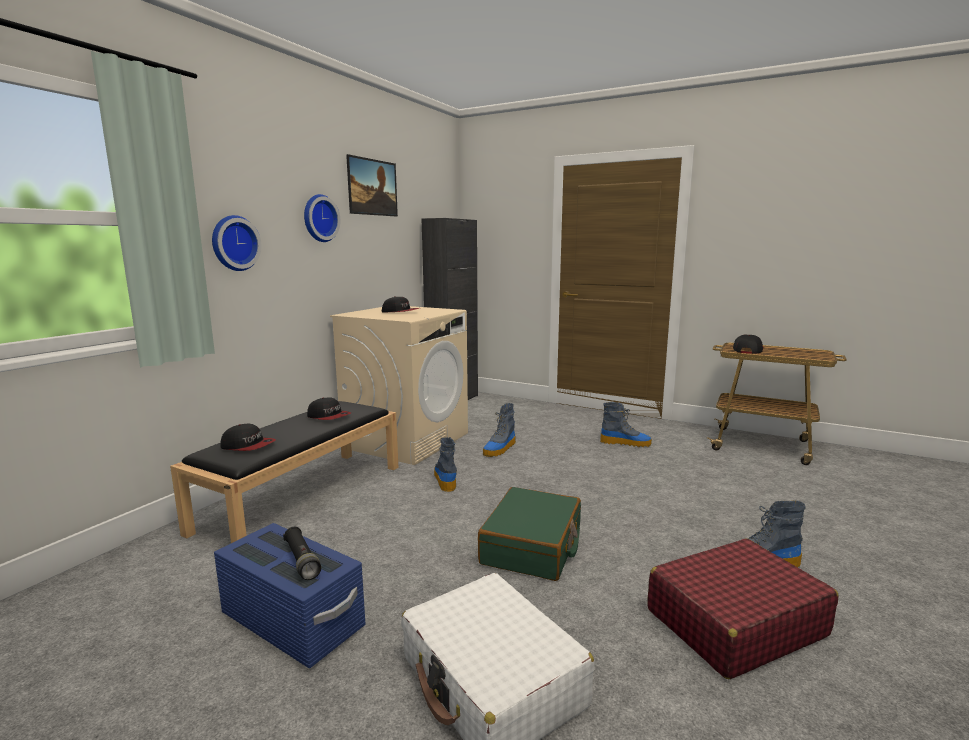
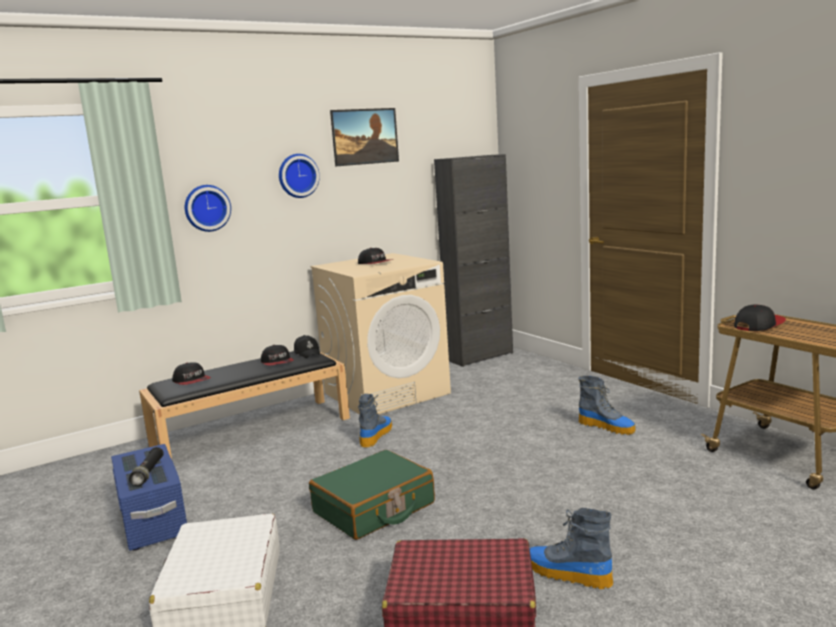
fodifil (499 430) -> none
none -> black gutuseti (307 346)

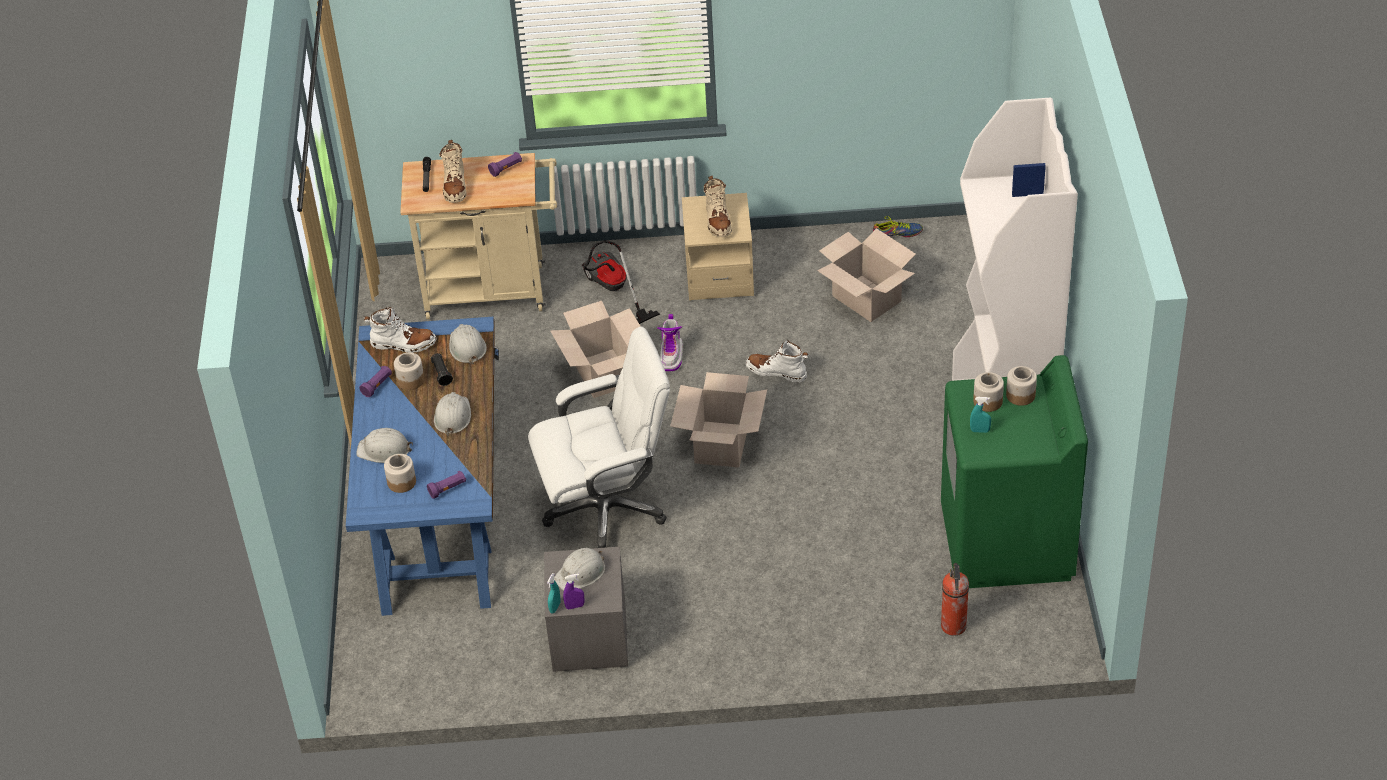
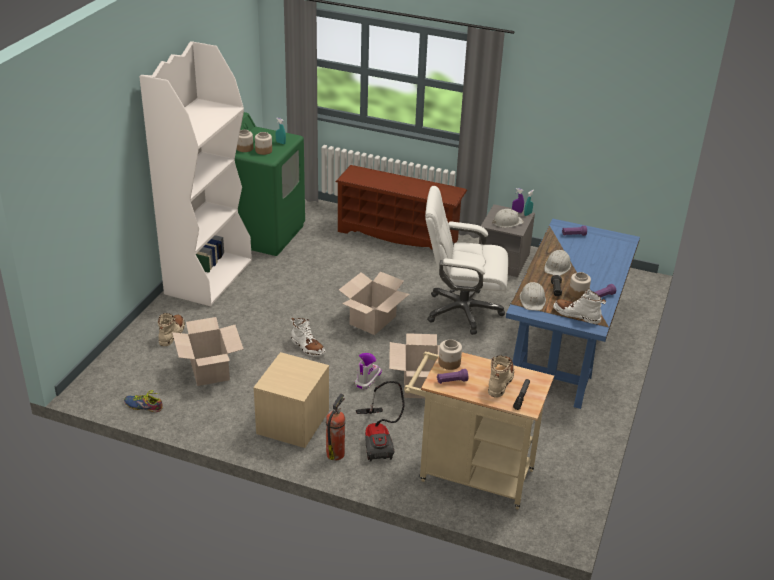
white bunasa (384 445) -> none
none -> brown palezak (401 207)
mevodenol (400 473) -> mevodenol (450 354), moved
beige fodifil (718 206) -> beige fodifil (171 329), moved
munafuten (955 599) -> munafuten (335 427), moved

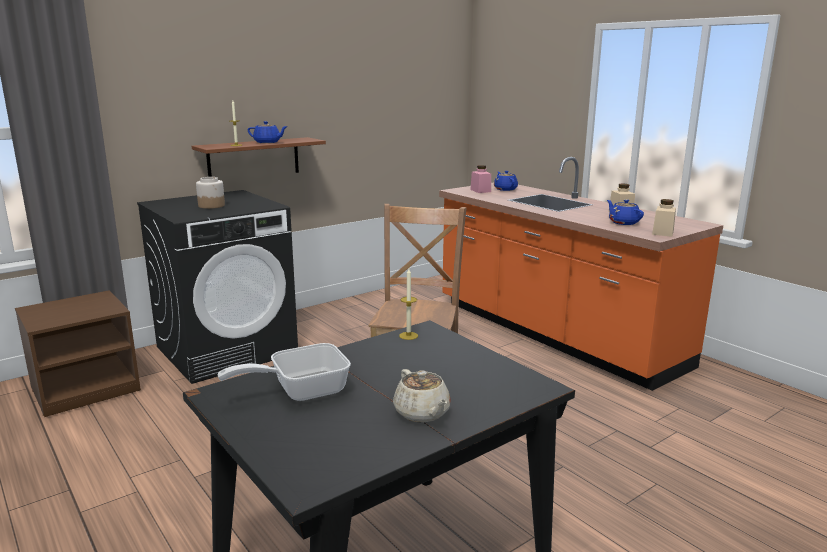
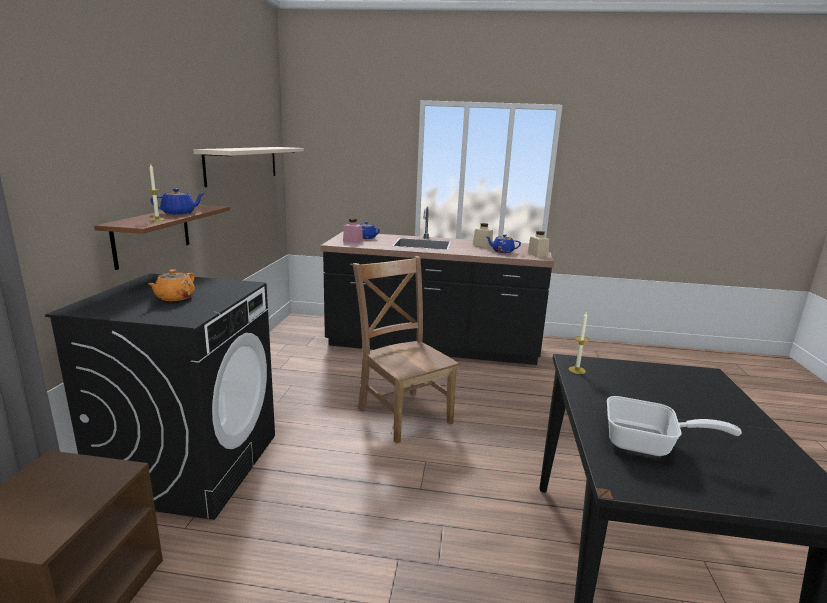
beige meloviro (422 396) -> none
none -> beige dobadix (248 167)
mevodenol (210 193) -> orange meloviro (171 285)
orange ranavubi (581 274) -> black ranavubi (437 285)
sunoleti (284 372) -> sunoleti (674 426), 90 degrees counterclockwise

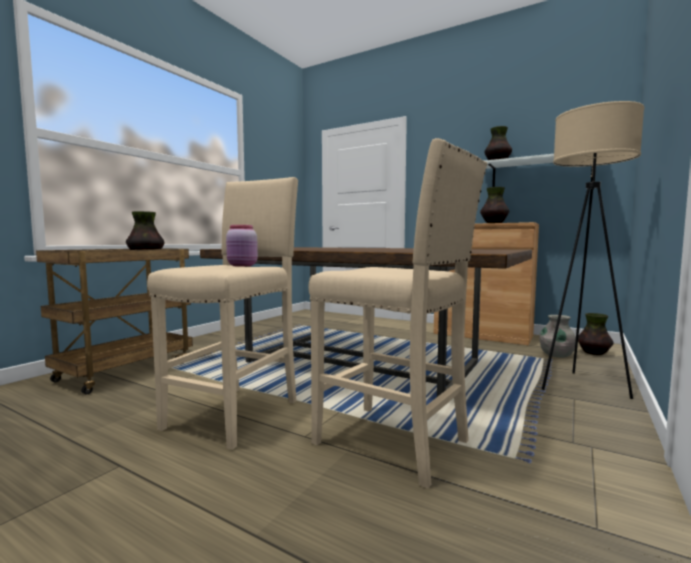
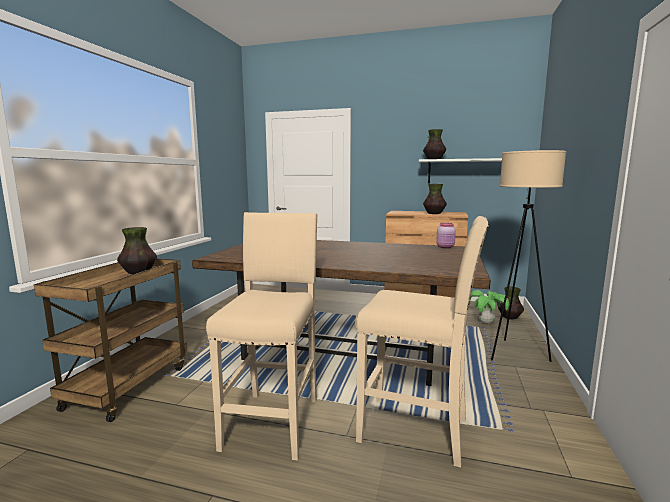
pink mevodenol (242 245) -> pink mevodenol (446 235), moved
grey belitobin (558 336) -> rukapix (489 307)

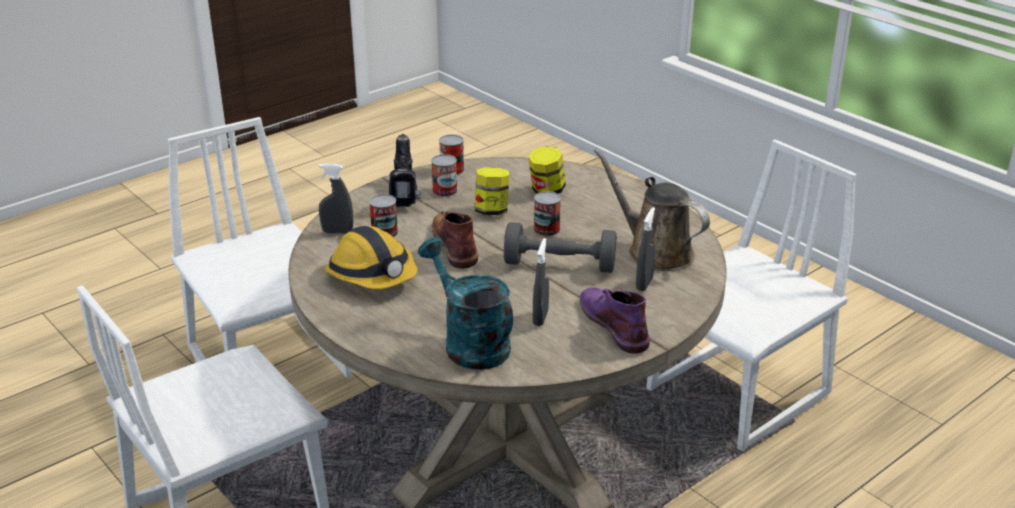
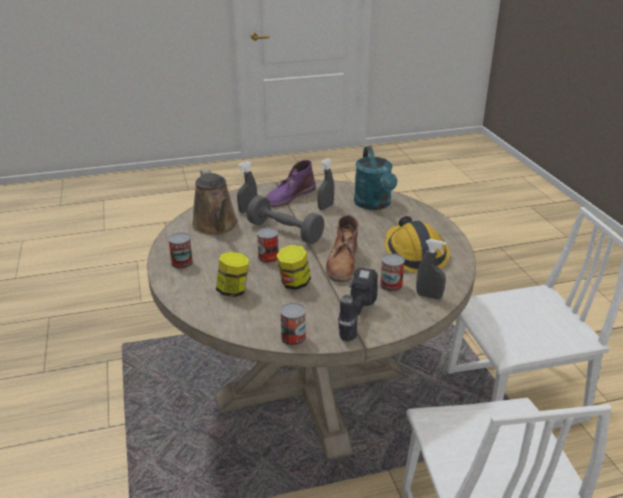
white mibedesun (751 295) -> none
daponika (444 175) -> daponika (180 251), moved
purple fodifil (615 320) -> purple fodifil (291 183), 45 degrees clockwise

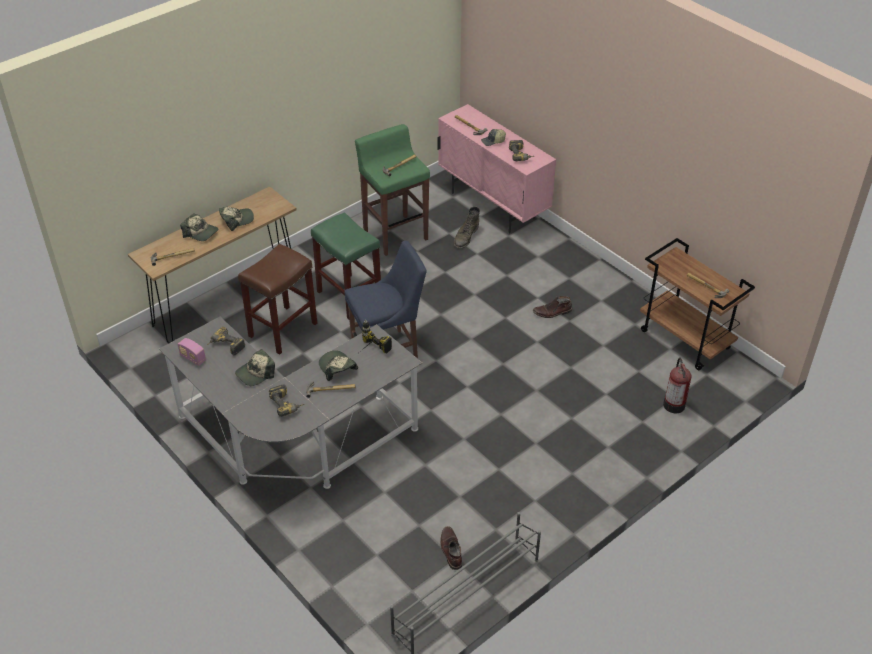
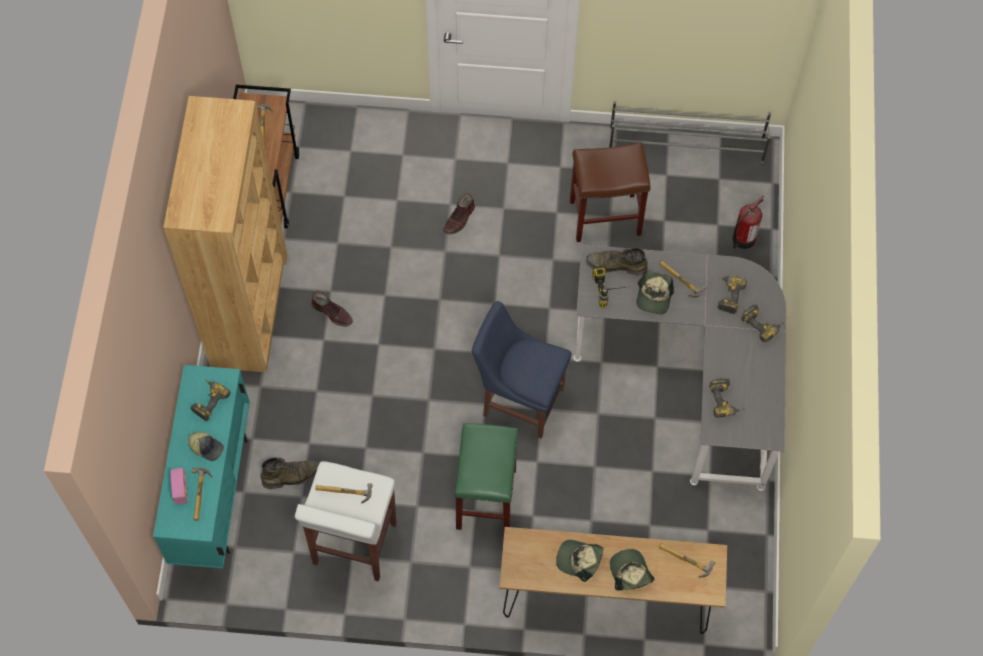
gutuseti (255 367) -> none
none -> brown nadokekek (225 234)
none -> green fodifil (617 261)
none -> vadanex (762 323)
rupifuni (192 352) -> rupifuni (179 486), moved
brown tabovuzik (277 299) -> brown tabovuzik (610 192), moved
brown fodifil (451 548) -> brown fodifil (459 214), moved
munafuten (677 385) -> munafuten (748 222), moved
green tabovuzik (392 190) -> white tabovuzik (346 521)
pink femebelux (497 168) -> turquoise femebelux (201 467)

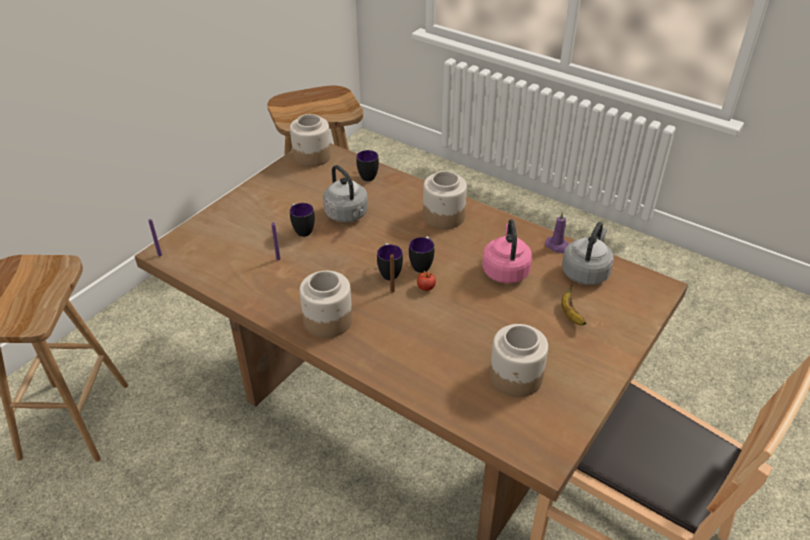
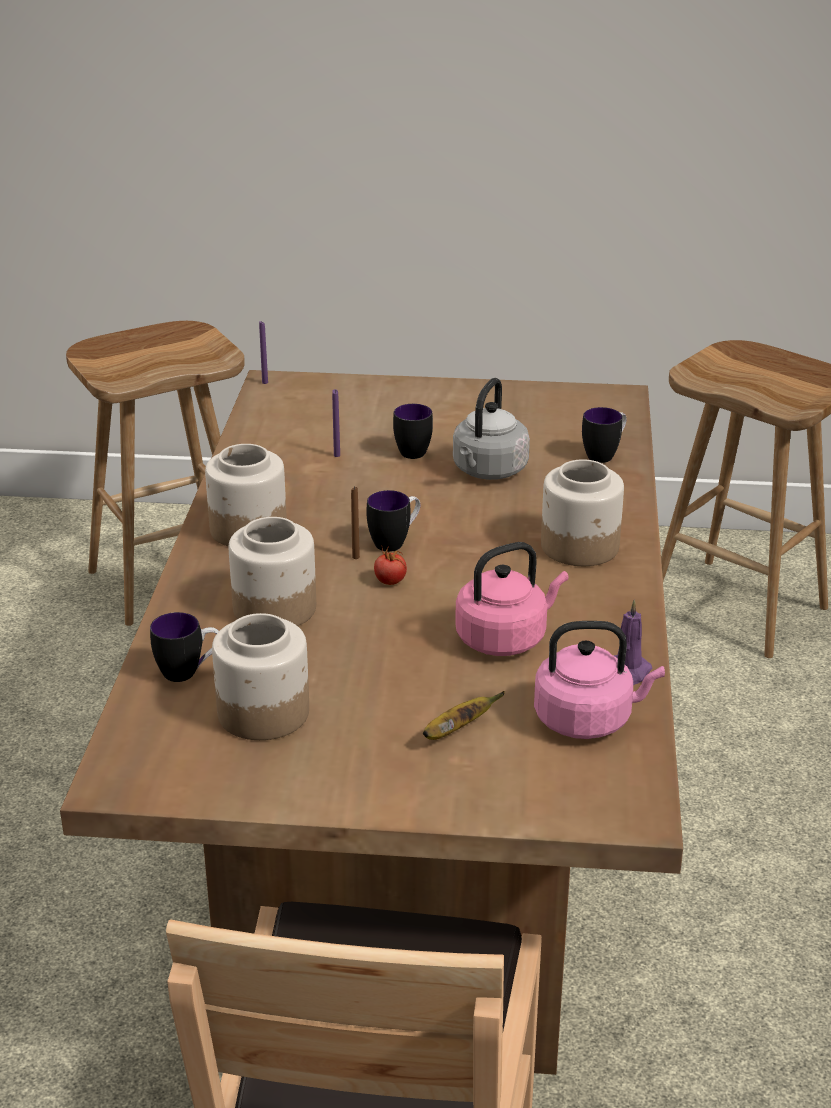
mevodenol (310 140) -> mevodenol (272 571), moved
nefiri (421 255) -> nefiri (184 647), moved
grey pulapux (588 253) -> pink pulapux (599 680)

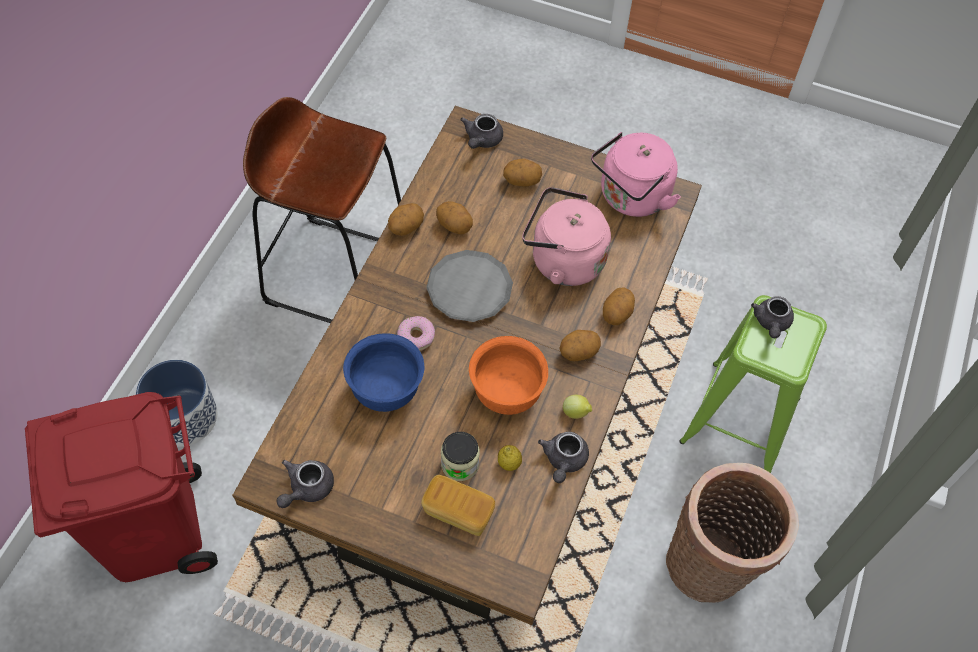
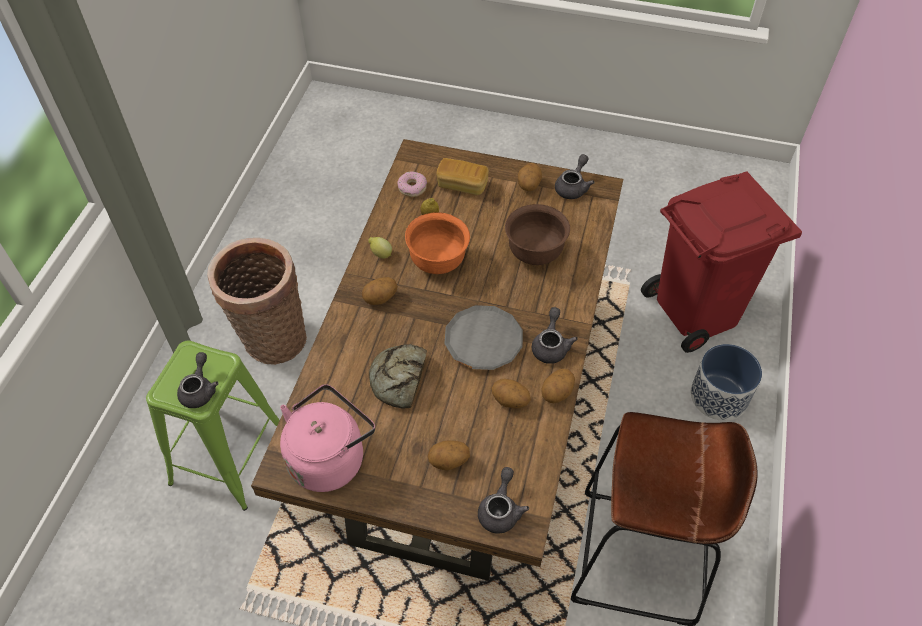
mevodenol (460 456) -> none
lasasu (416 333) -> lasasu (412 184), moved
grey meloviro (563 457) -> grey meloviro (555 335), moved
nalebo (619 306) -> nalebo (530 177), moved
pink pulapux (566 236) -> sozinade (398 376)
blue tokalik (383 372) -> brown tokalik (537 234)

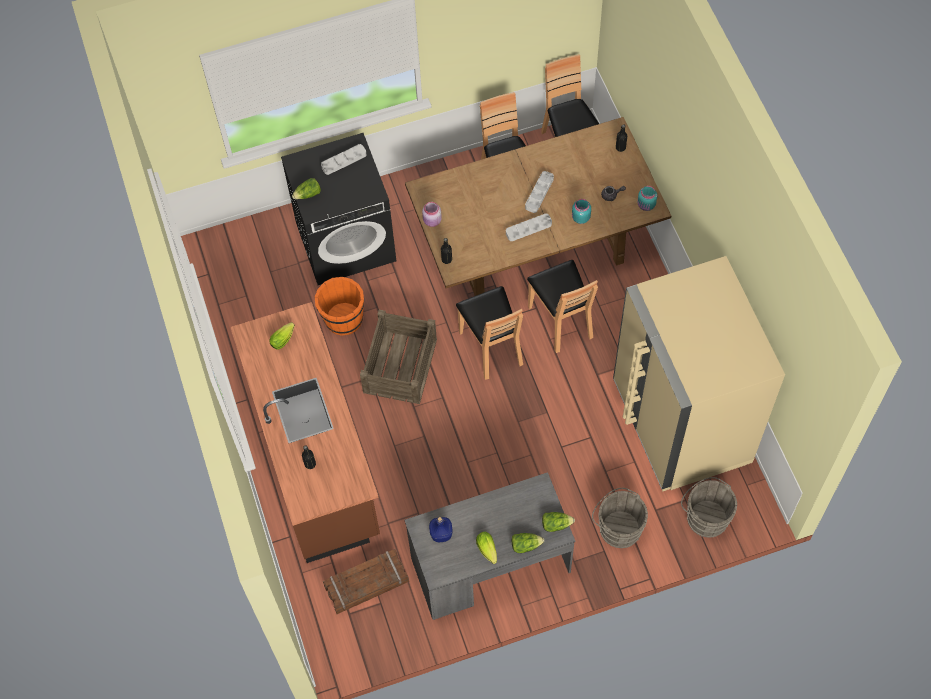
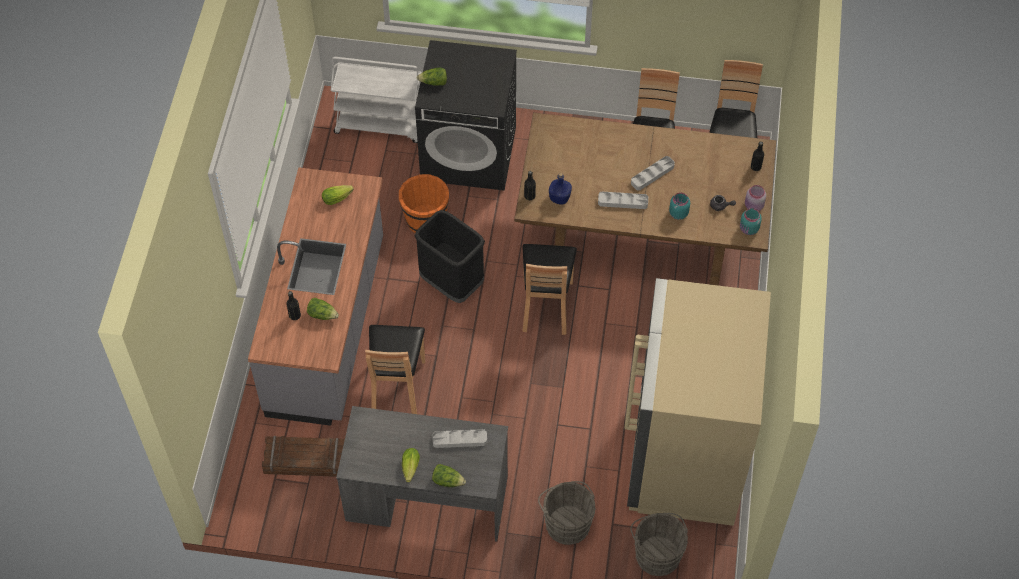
none -> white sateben (376 100)
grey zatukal (344 159) -> grey zatukal (460 438), moved
pink mevodenol (432 214) -> pink mevodenol (755 198), moved
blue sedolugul (440 529) -> blue sedolugul (560 189), moved
brown mibedesun (562 306) -> brown mibedesun (395 369), moved
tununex (558 522) -> tununex (323 309), moved
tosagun (398 357) -> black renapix (449 256)
brown ranavubi (305 432) -> grey ranavubi (315 296)

